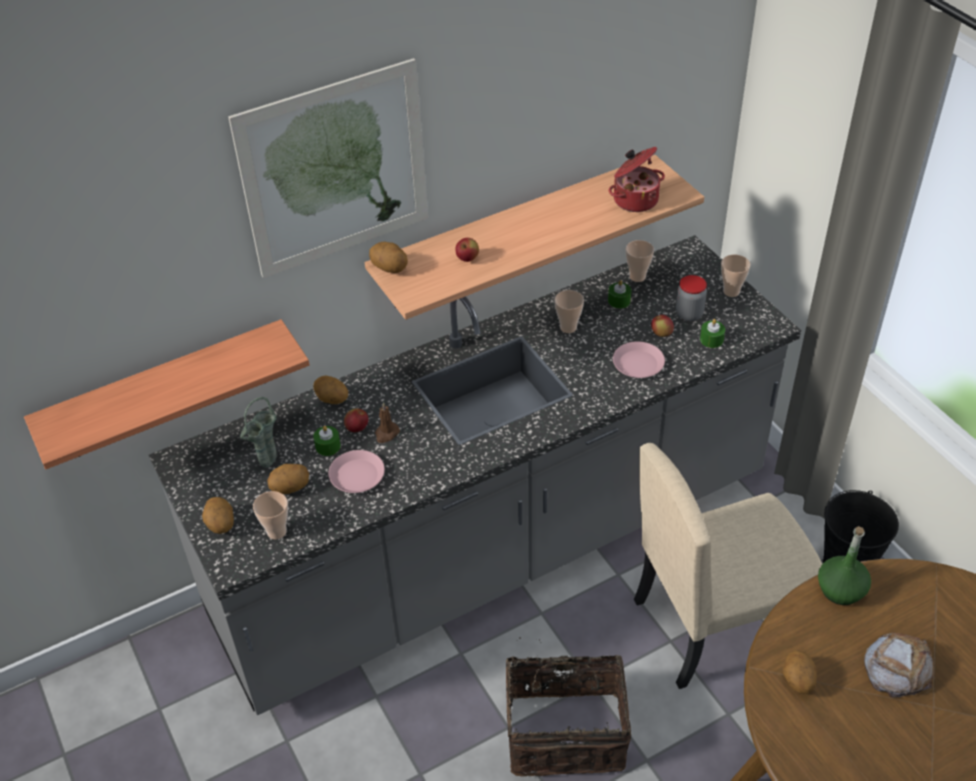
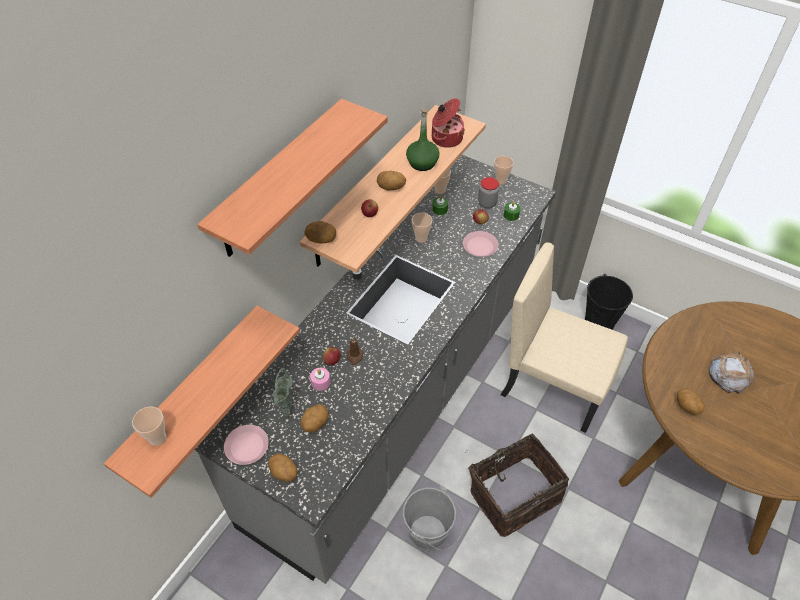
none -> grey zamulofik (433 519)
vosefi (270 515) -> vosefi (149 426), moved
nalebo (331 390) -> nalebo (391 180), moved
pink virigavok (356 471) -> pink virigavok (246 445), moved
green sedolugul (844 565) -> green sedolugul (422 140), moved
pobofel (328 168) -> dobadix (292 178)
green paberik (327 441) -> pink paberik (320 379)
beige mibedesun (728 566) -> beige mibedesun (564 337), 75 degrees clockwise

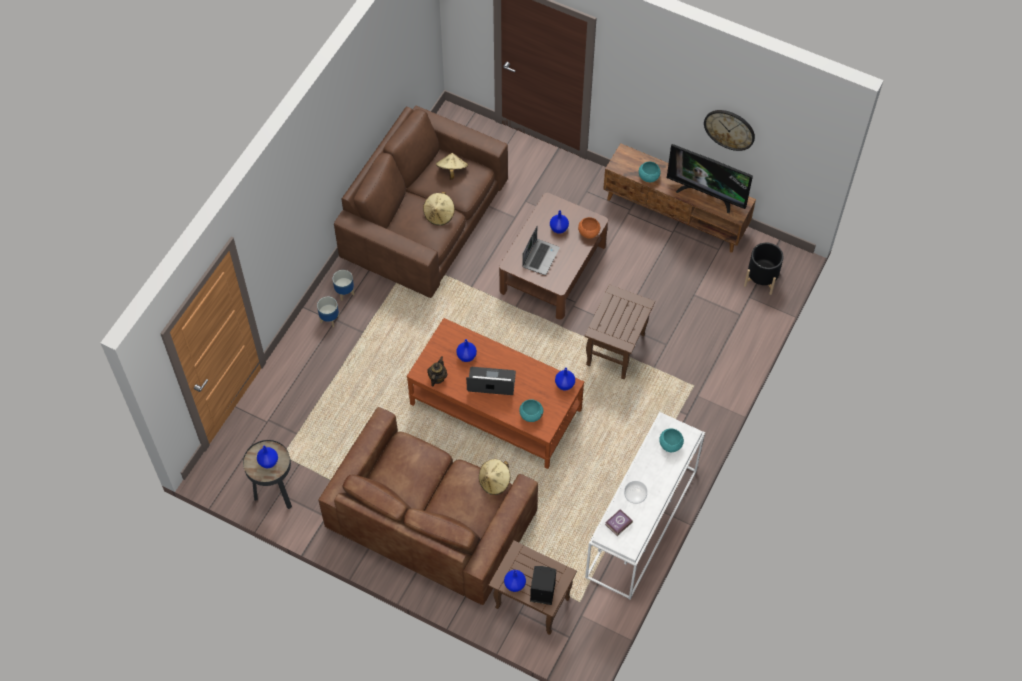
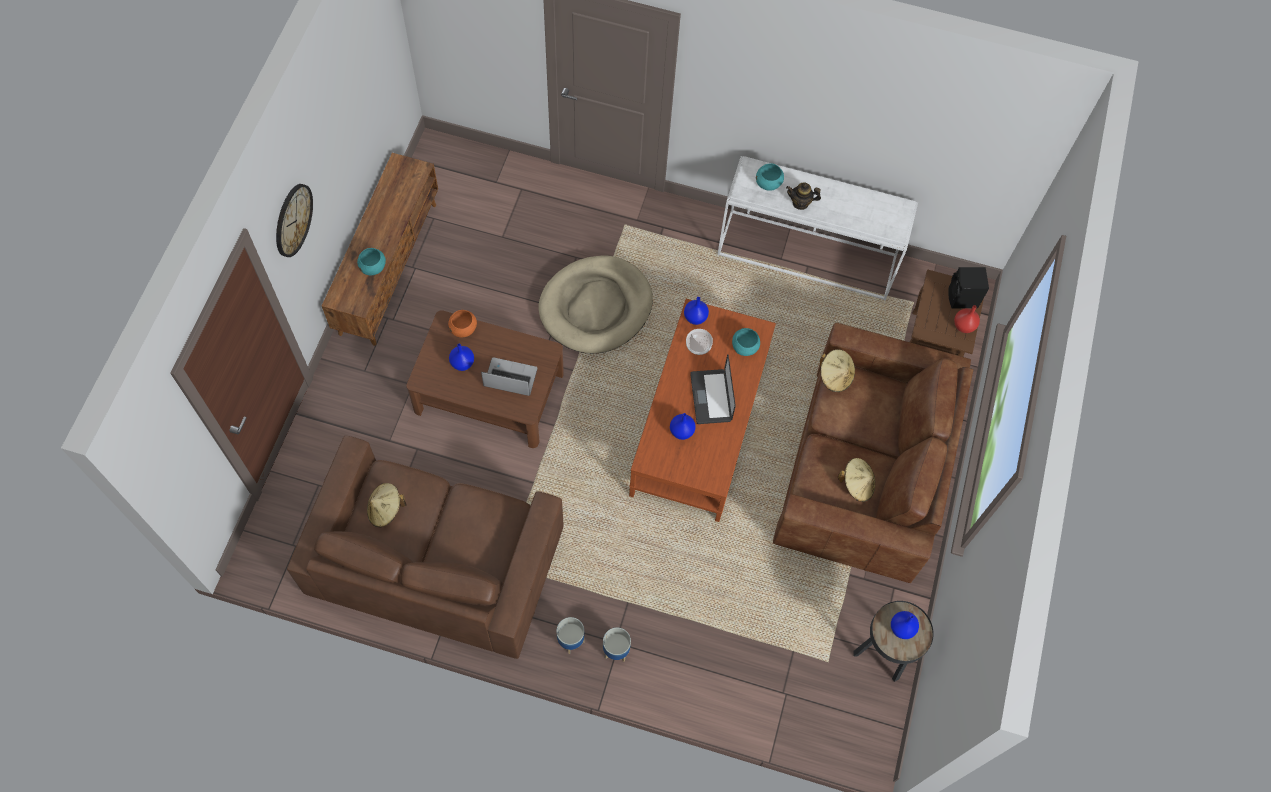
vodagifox (619 522) -> none
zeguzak (710 178) -> none
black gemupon (763 269) -> none
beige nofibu (439 208) -> beige nofibu (856 480), moved
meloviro (437 371) -> meloviro (803 196), moved
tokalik (636 492) -> tokalik (699 342), moved
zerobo (729 130) -> zerobo (294 220), moved
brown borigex (620 331) -> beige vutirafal (595 305)
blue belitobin (515 581) -> red belitobin (967 319)

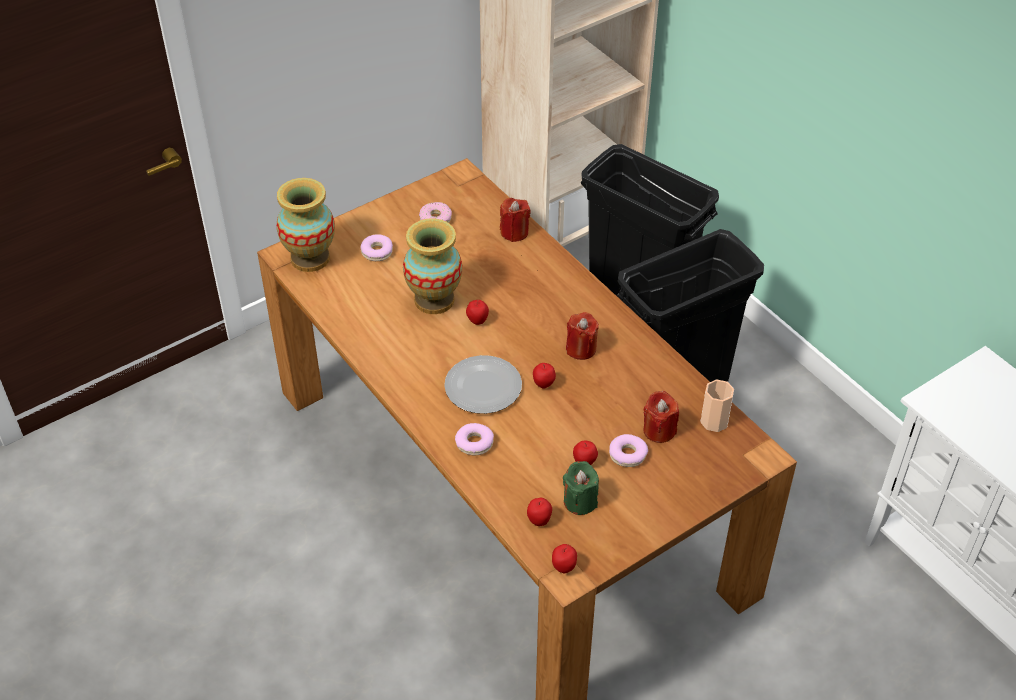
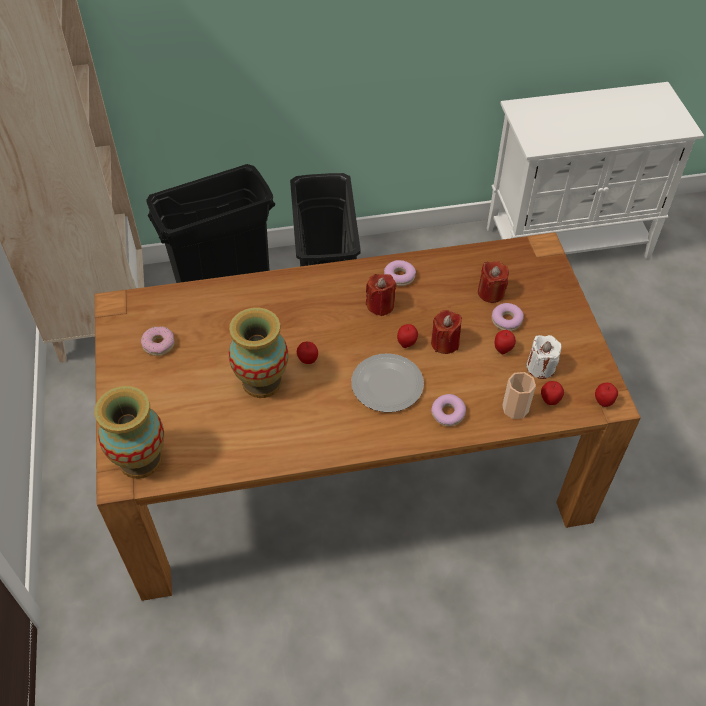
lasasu (376 247) -> lasasu (400 273), moved
red paberik (515 220) -> red paberik (446 332), moved
vosefi (717 405) -> vosefi (519 395), moved
green paberik (581 488) -> white paberik (544 357)

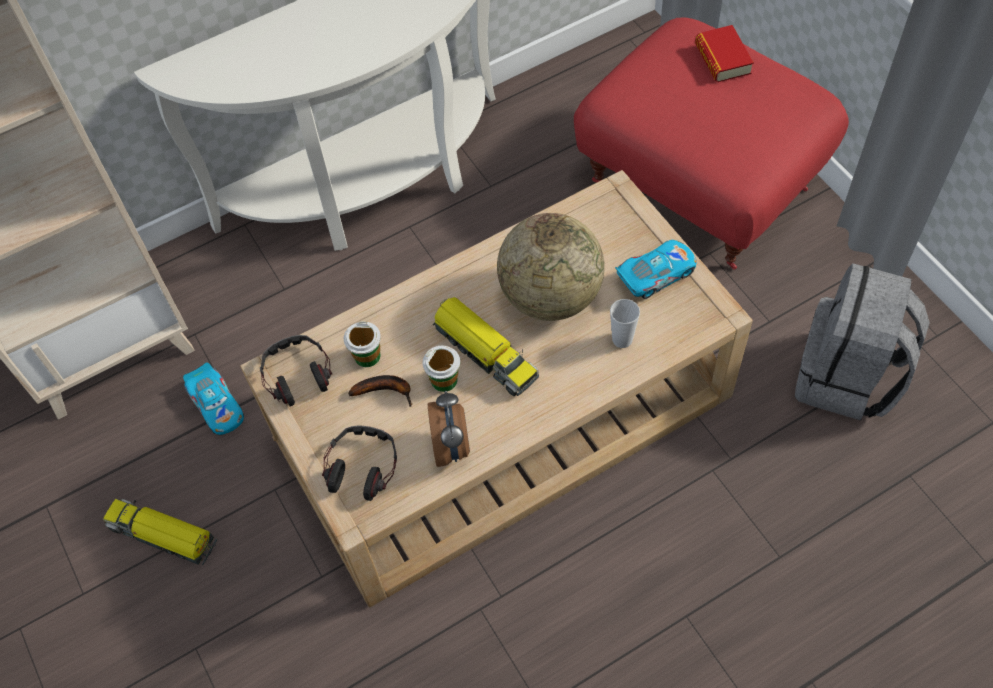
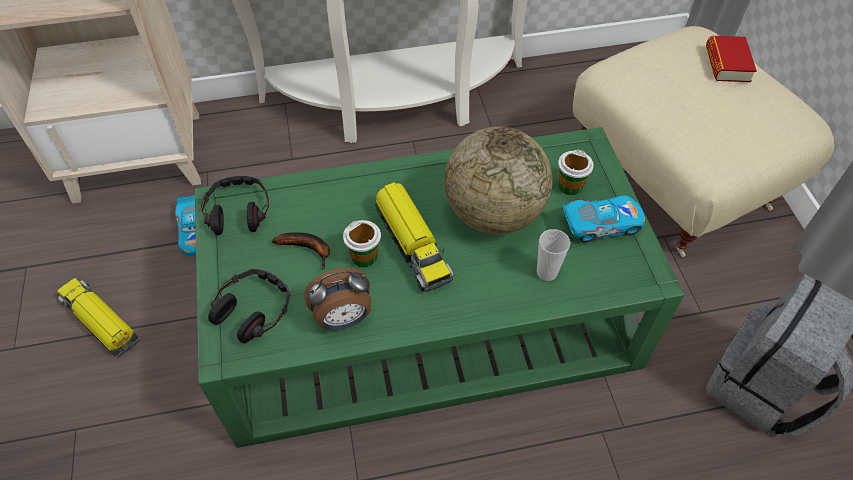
vosefi (362 344) -> vosefi (576 173), moved
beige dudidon (496 389) -> green dudidon (439 287)
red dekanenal (711 143) -> beige dekanenal (703 141)
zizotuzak (449 429) -> zizotuzak (337 299), 60 degrees clockwise

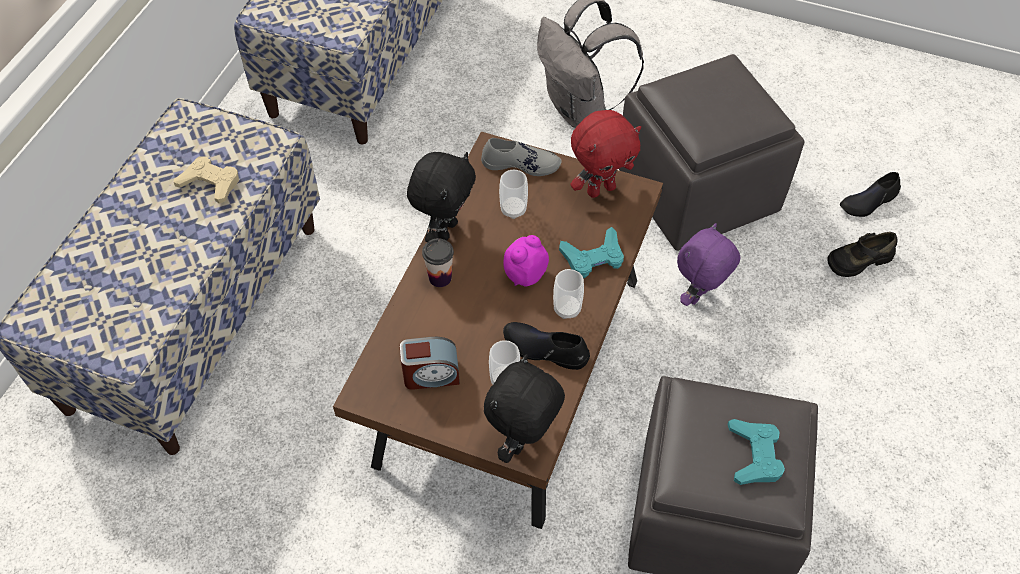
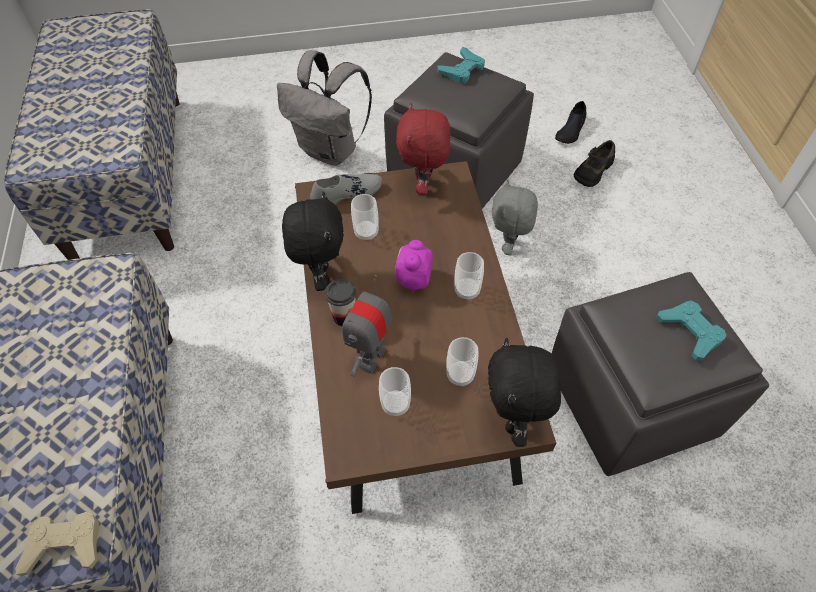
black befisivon (546 346) -> none
none -> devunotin (367 326)
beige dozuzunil (206 180) -> beige dozuzunil (57 544), moved
turquoise dozuzunil (591 252) -> turquoise dozuzunil (461 65), moved
zizotuzak (430 363) -> vosefi (395 391)
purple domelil (708 264) -> grey domelil (515 217)
red domelil (605 154) -> red domelil (423 149), 150 degrees clockwise

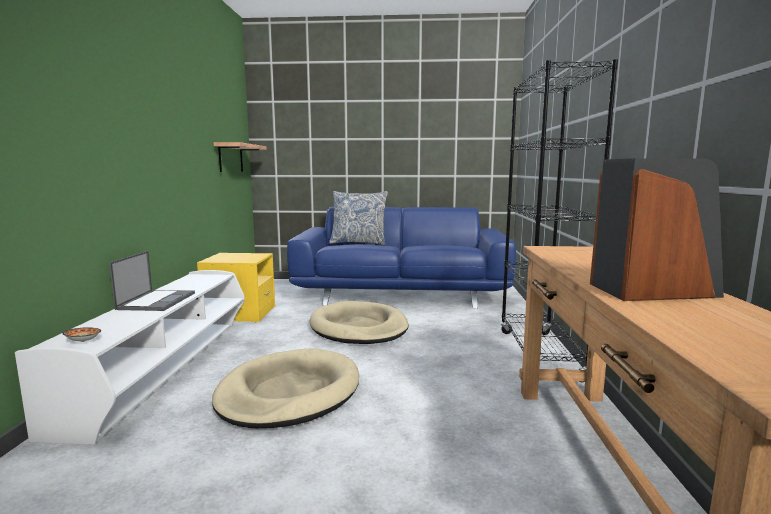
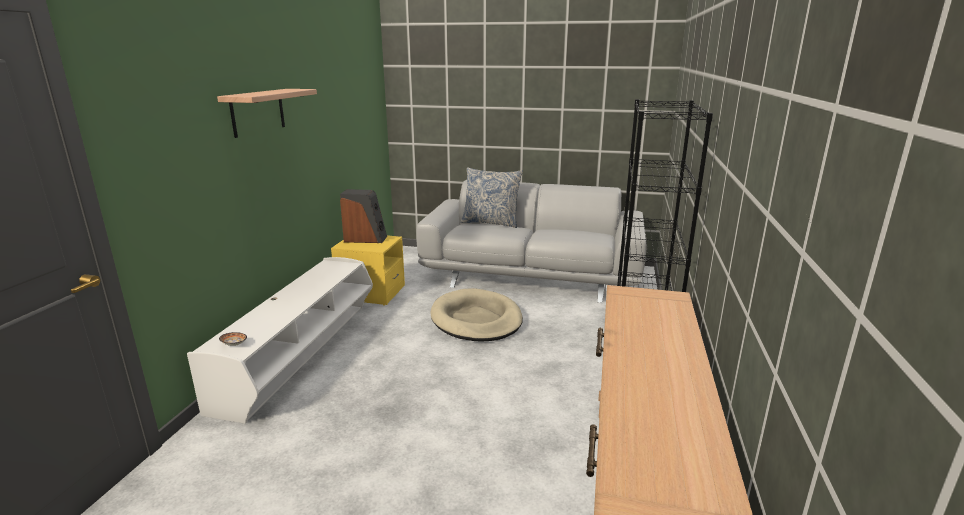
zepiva (152 281) -> none
beige vutirafal (285 388) -> none
dobadix (240 157) -> dobadix (267 113), moved
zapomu (657 229) -> zapomu (363 216), moved
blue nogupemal (401 258) -> grey nogupemal (531 241)

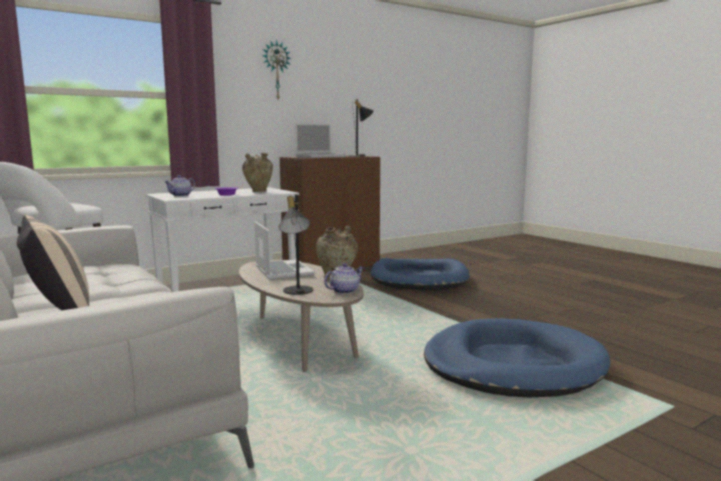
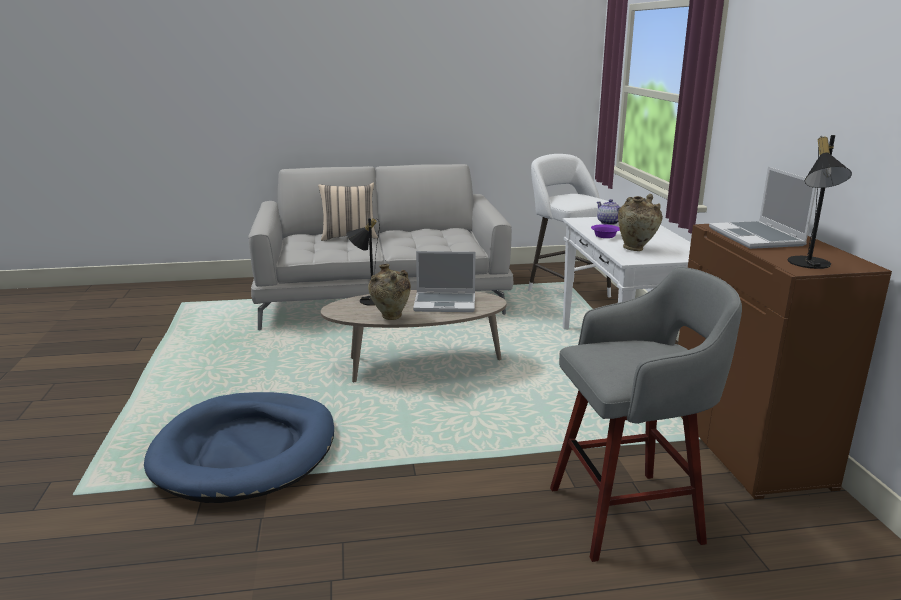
zerobo (277 69) -> none
meloviro (344 278) -> none
blue vutirafal (420 274) -> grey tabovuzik (646 414)

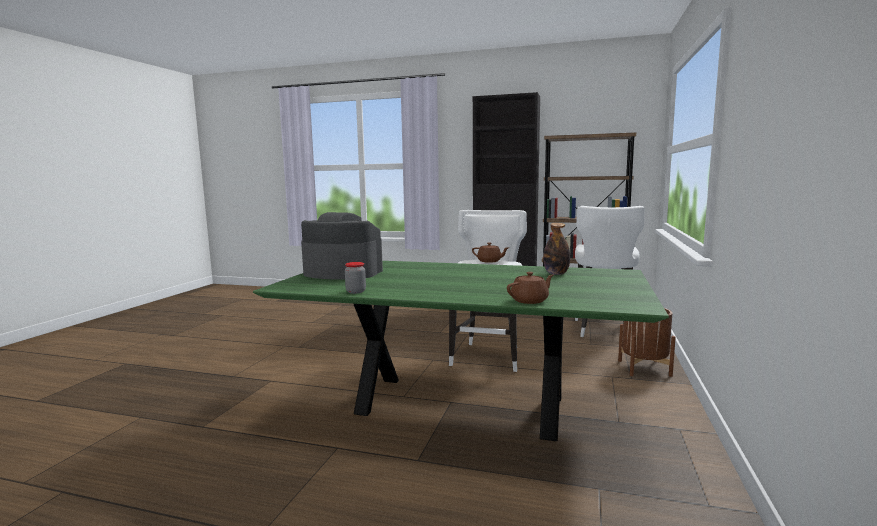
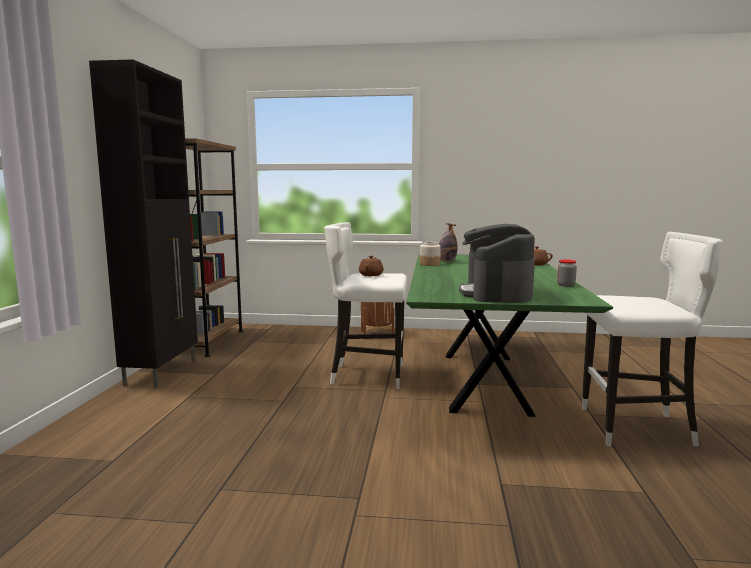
none -> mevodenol (430 254)
white tabovuzik (610 271) -> white tabovuzik (652 339), moved

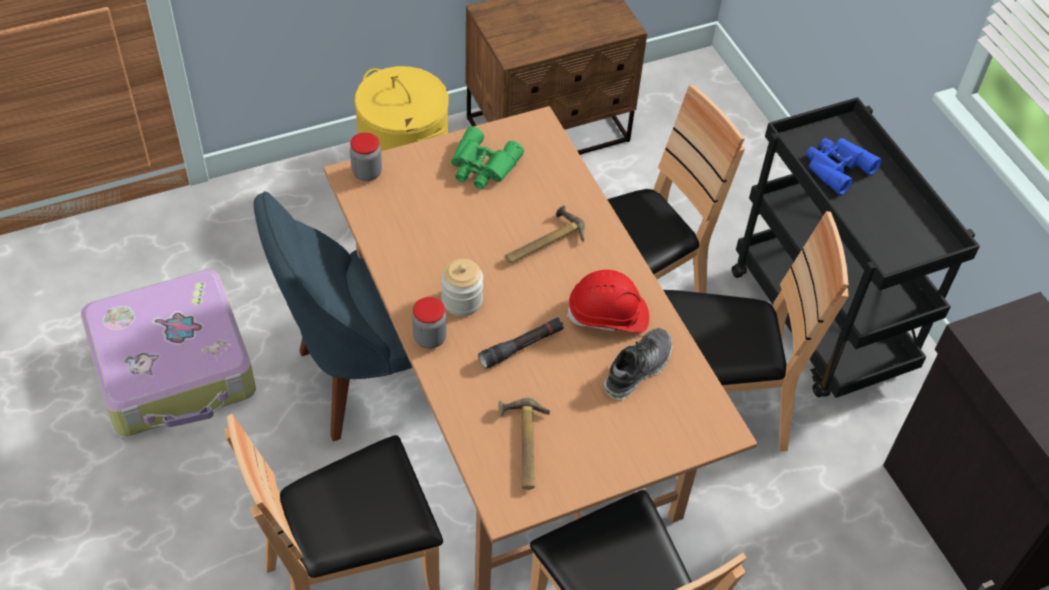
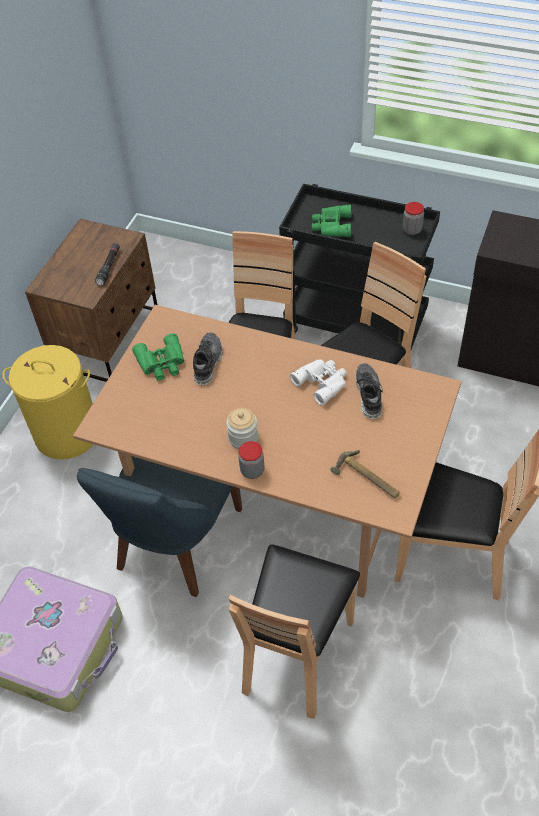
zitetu (545 234) -> none
none -> befisivon (208 358)
mevodenol (366 156) -> mevodenol (413 218), moved
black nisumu (521 343) -> black nisumu (107 264), moved
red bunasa (608 301) -> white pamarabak (318 382)
blue pamarabak (844 166) -> green pamarabak (331 220)

